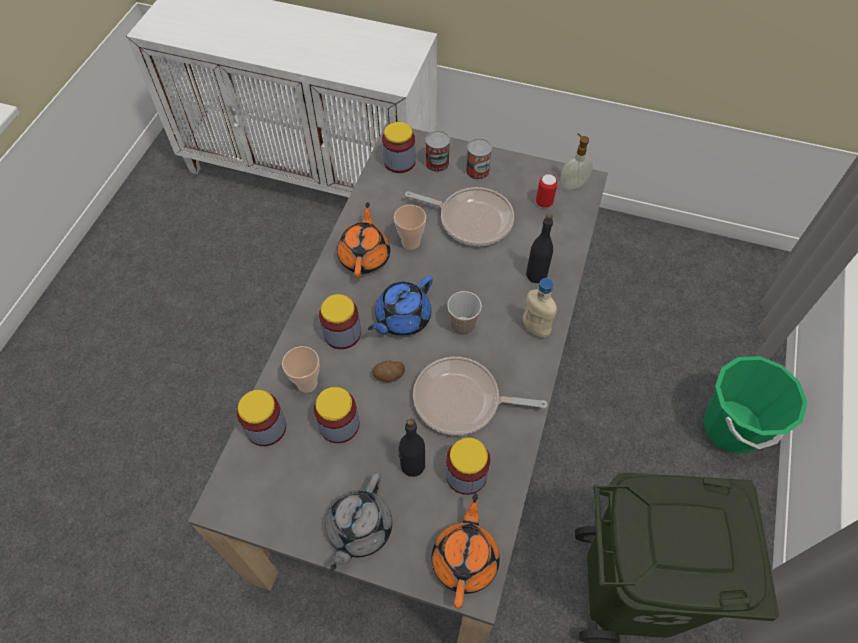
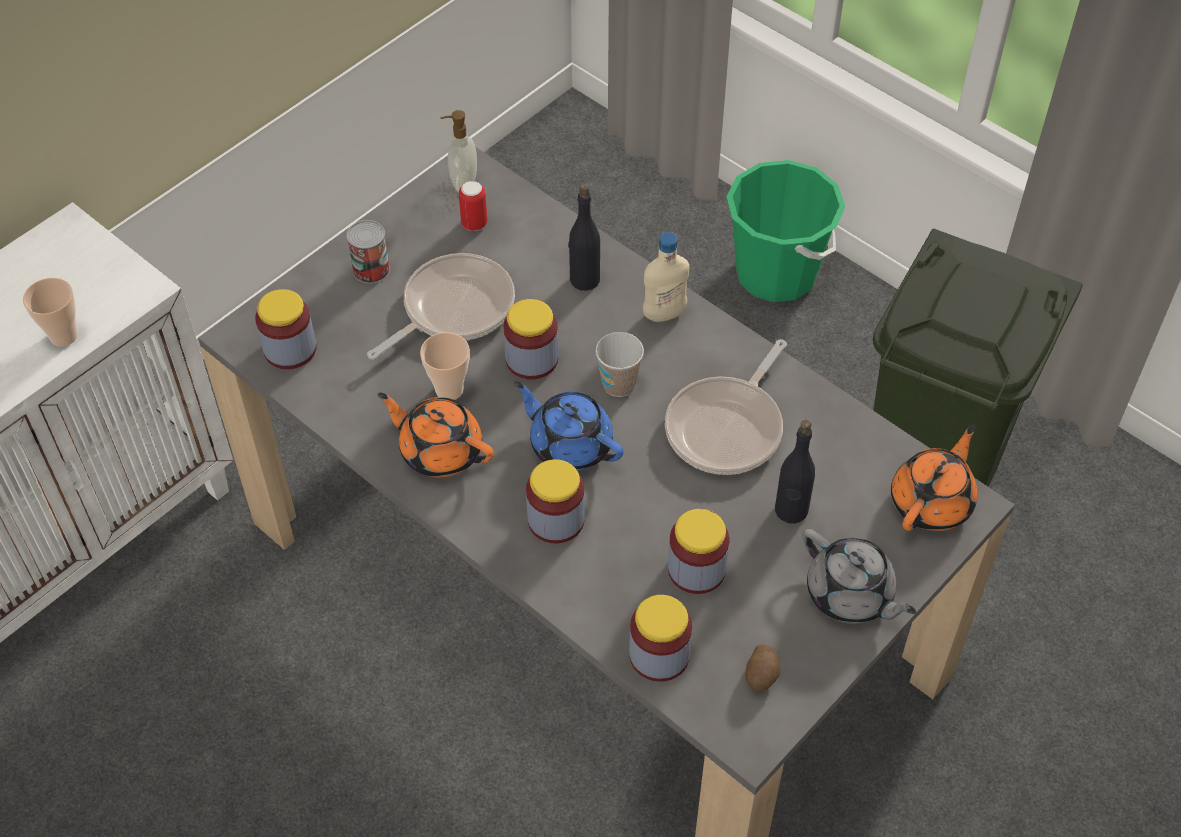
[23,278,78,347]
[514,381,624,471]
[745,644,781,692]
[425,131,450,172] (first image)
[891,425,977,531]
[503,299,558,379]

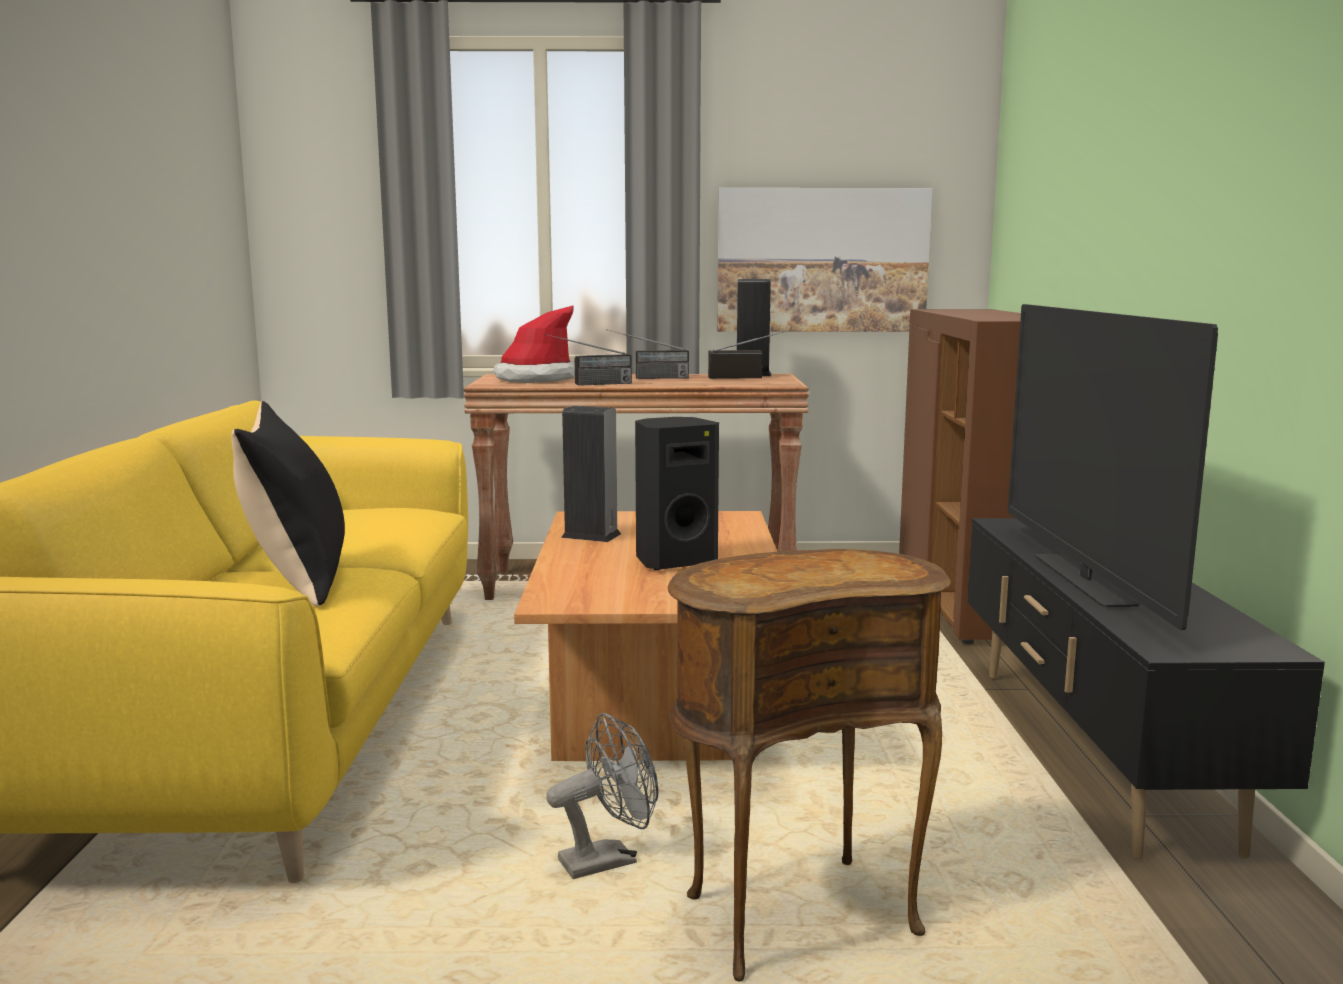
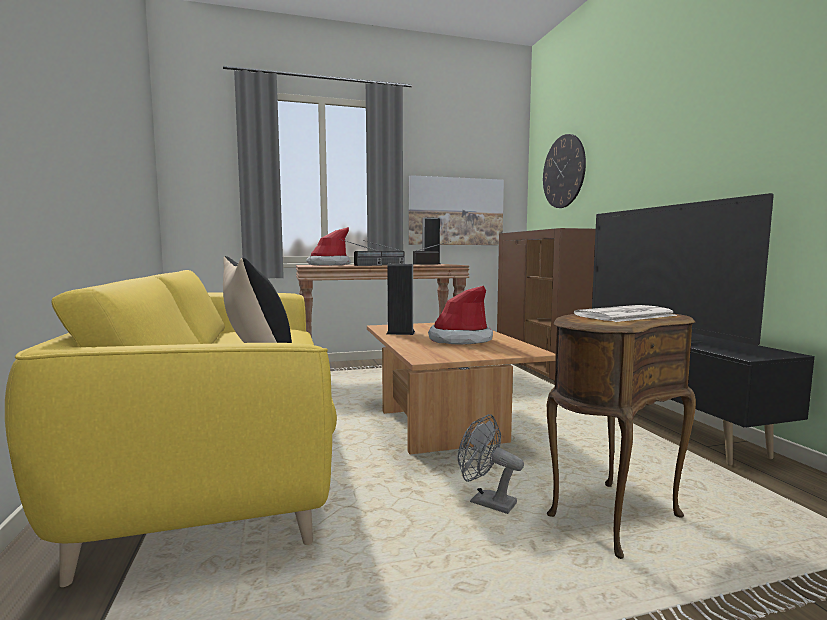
[458,414,524,514]
[428,286,493,344]
[543,134,586,208]
[574,305,677,322]

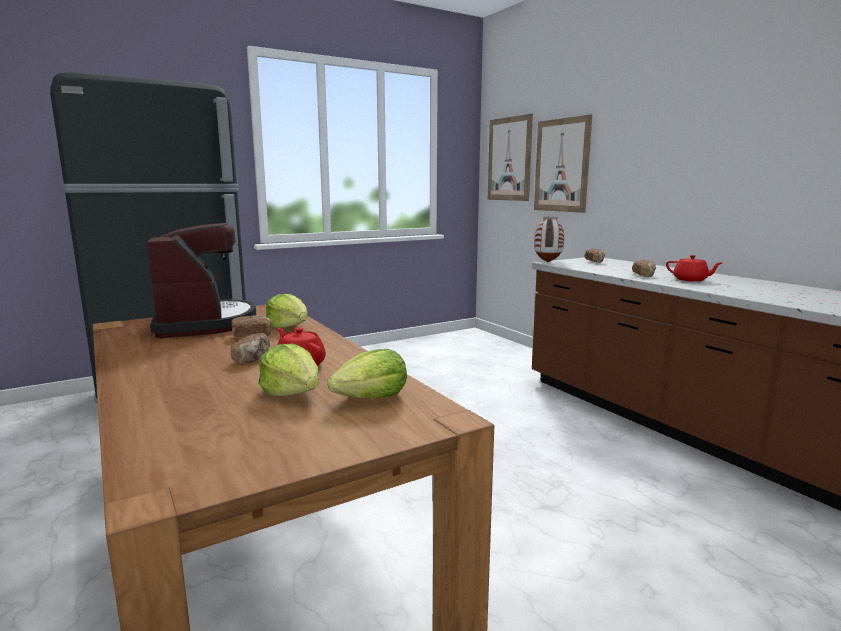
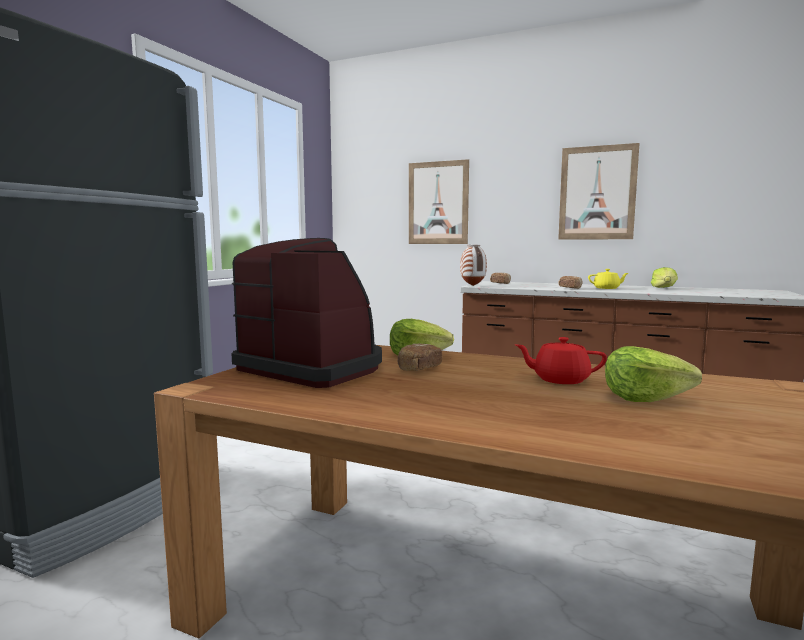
[231,333,270,364] (first image)
[651,267,678,288]
[558,143,639,239]
[588,269,628,289]

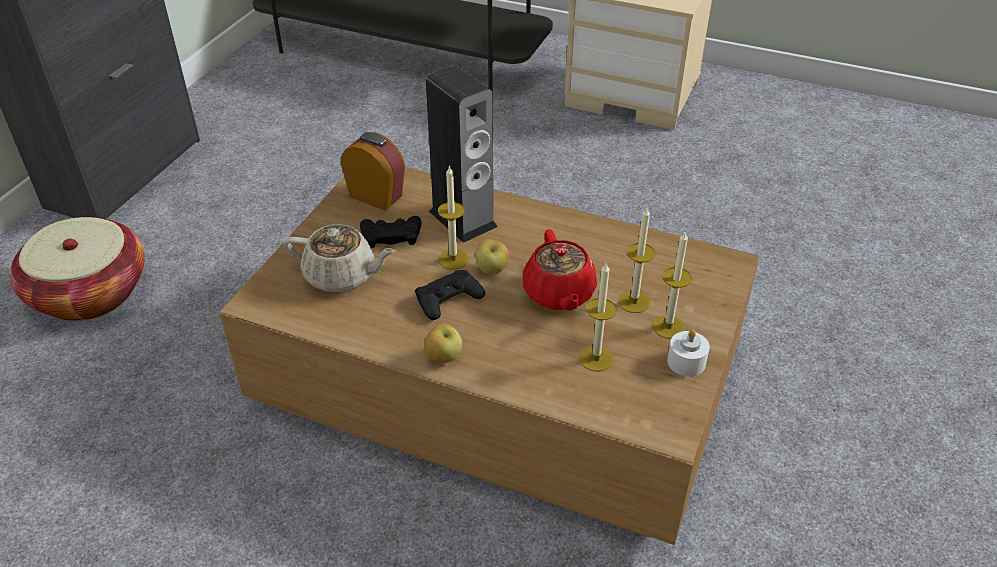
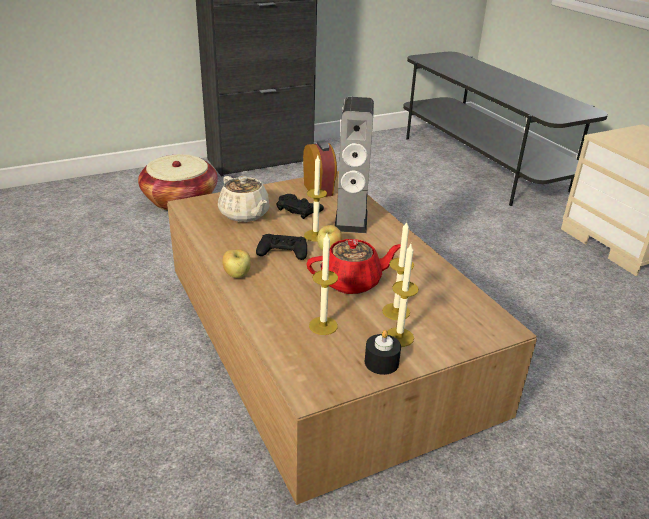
[307,239,401,294]
[365,330,401,375]

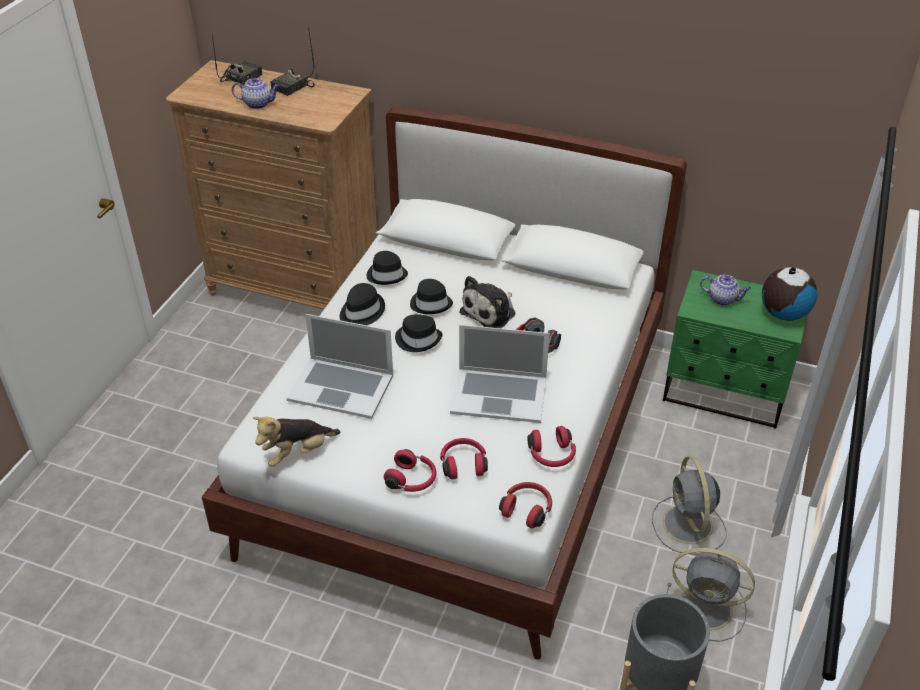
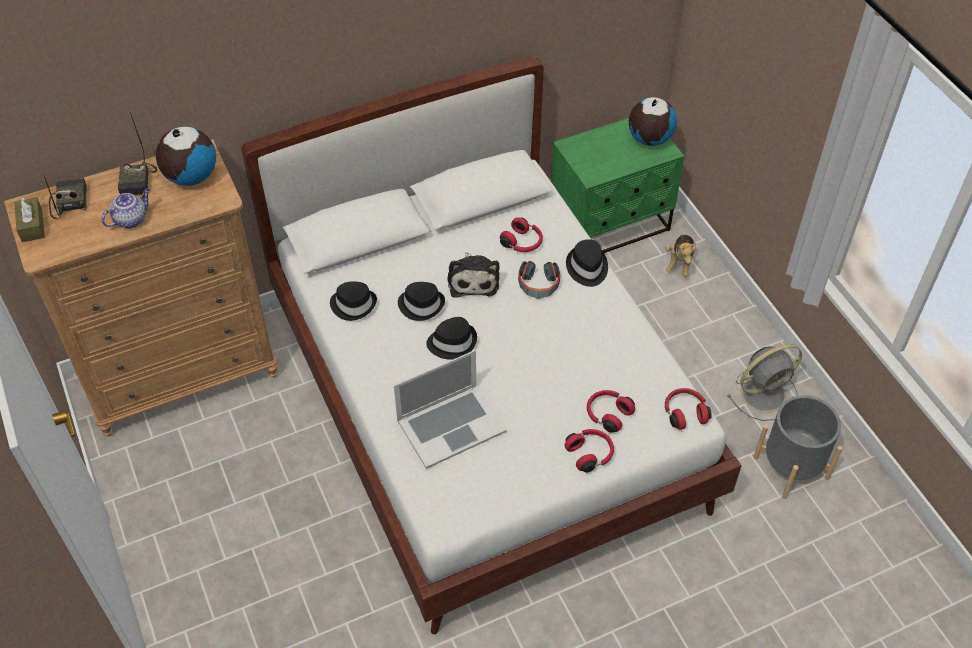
[665,235,696,277]
[566,239,608,287]
[450,325,550,423] (first image)
[500,217,543,252]
[652,456,727,555] (first image)
[700,275,751,306] (first image)
[14,197,45,242]
[156,126,216,186]

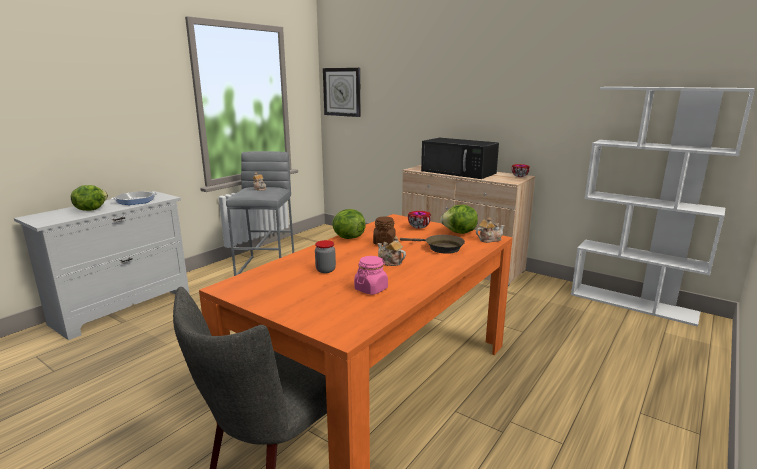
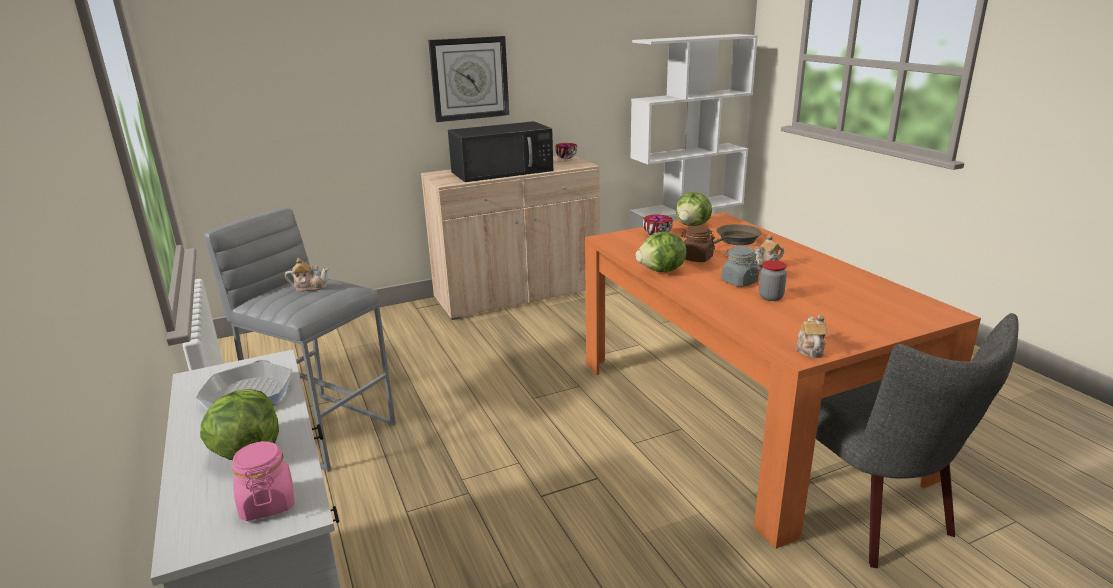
[428,36,509,122]
[232,441,295,521]
[795,314,827,358]
[721,246,759,287]

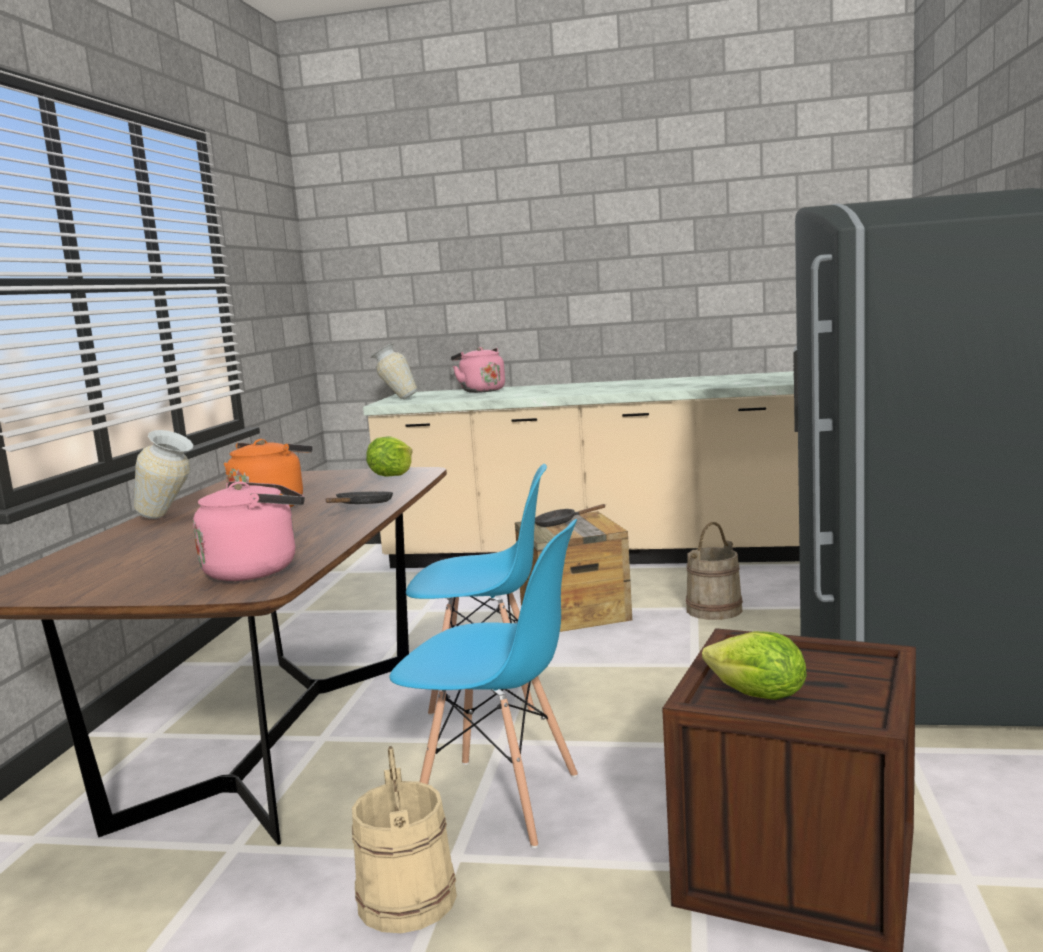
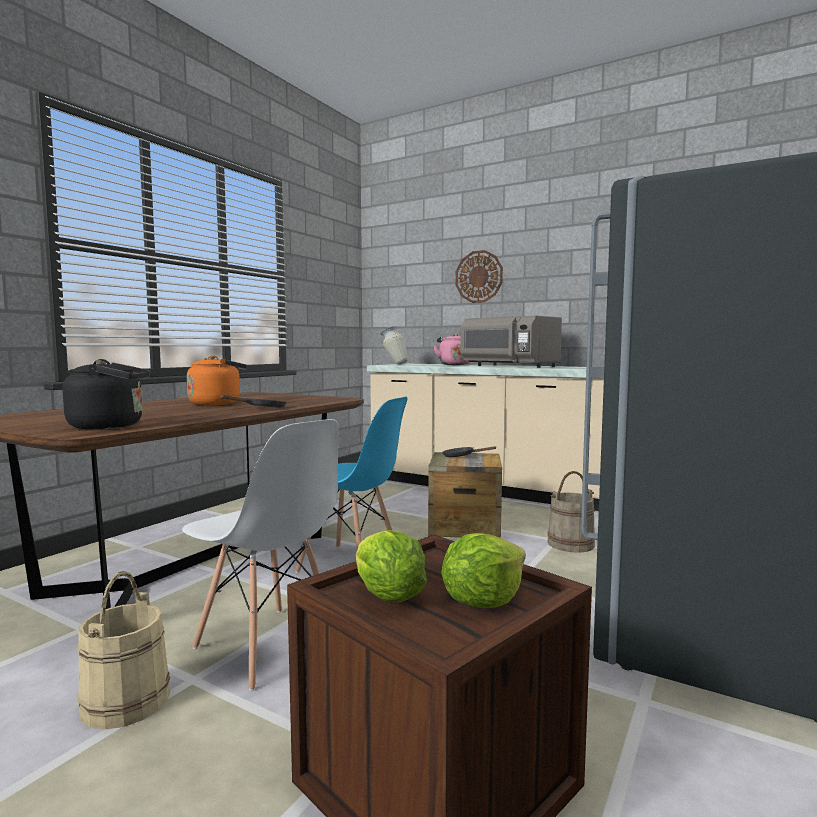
[134,430,193,519] (first image)
[62,359,151,429]
[441,533,525,608]
[182,419,339,691]
[455,250,503,303]
[460,316,562,368]

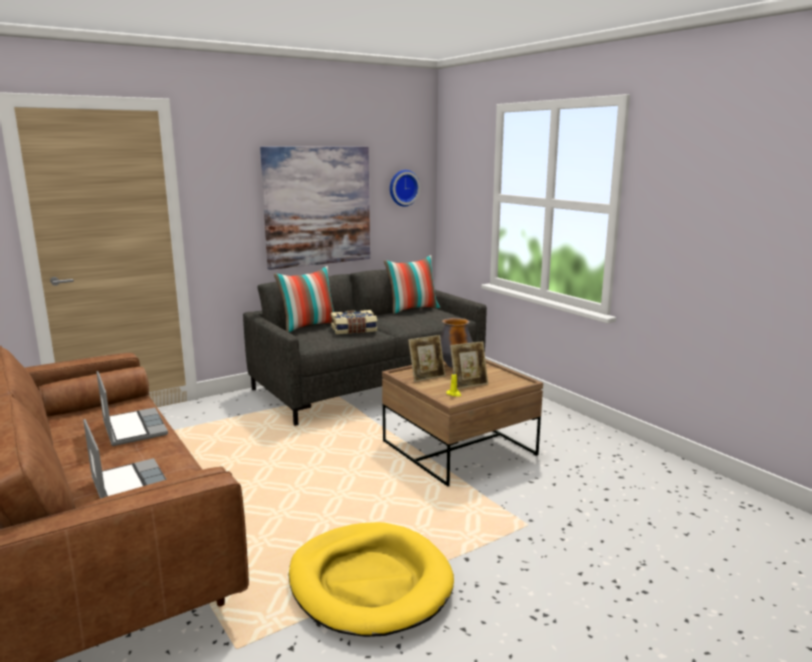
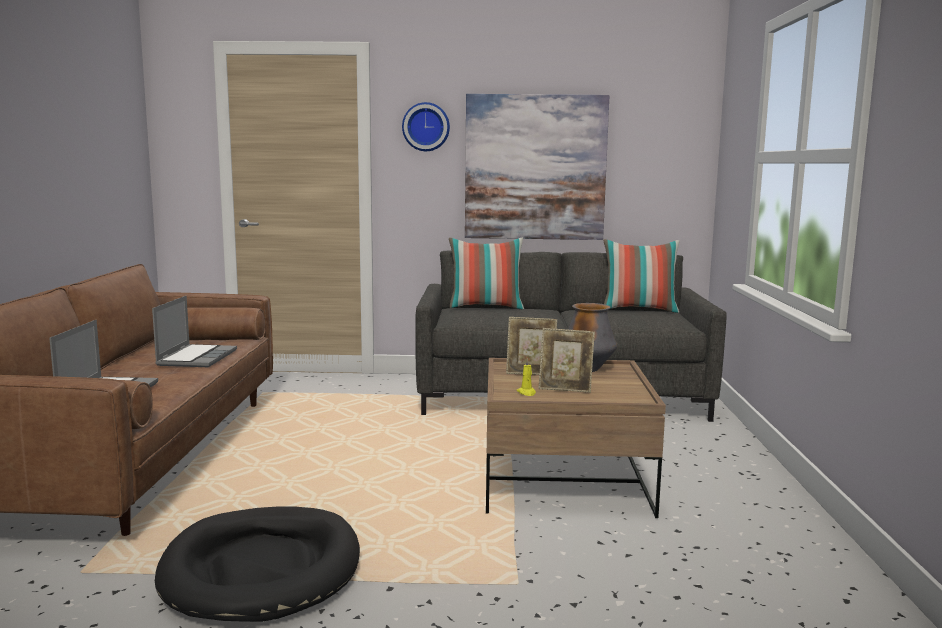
[155,507,360,622]
[331,310,377,334] (first image)
[402,102,450,151]

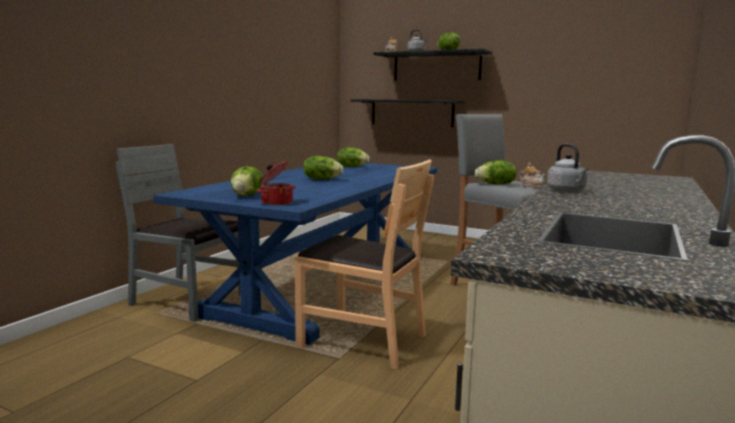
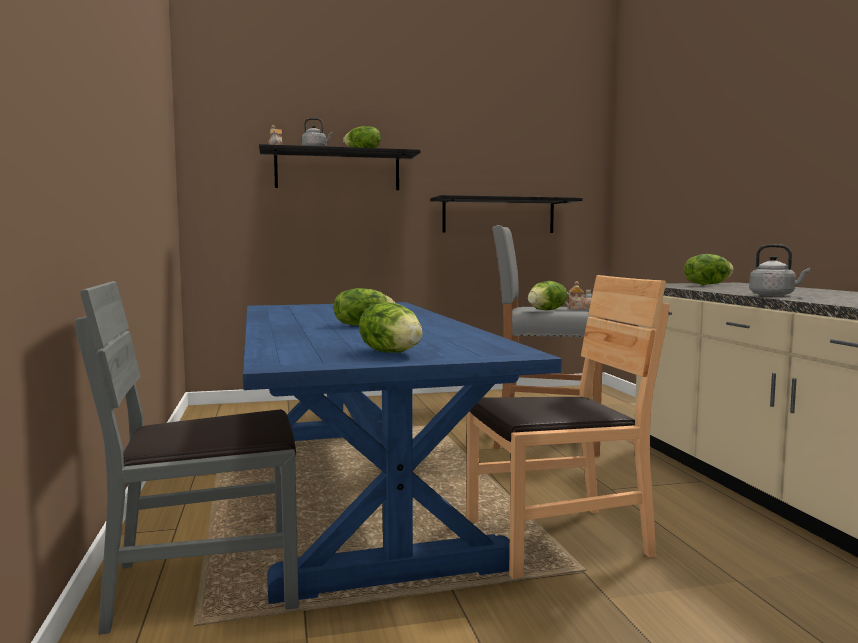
[257,161,296,205] (first image)
[684,254,734,285]
[430,195,583,233]

